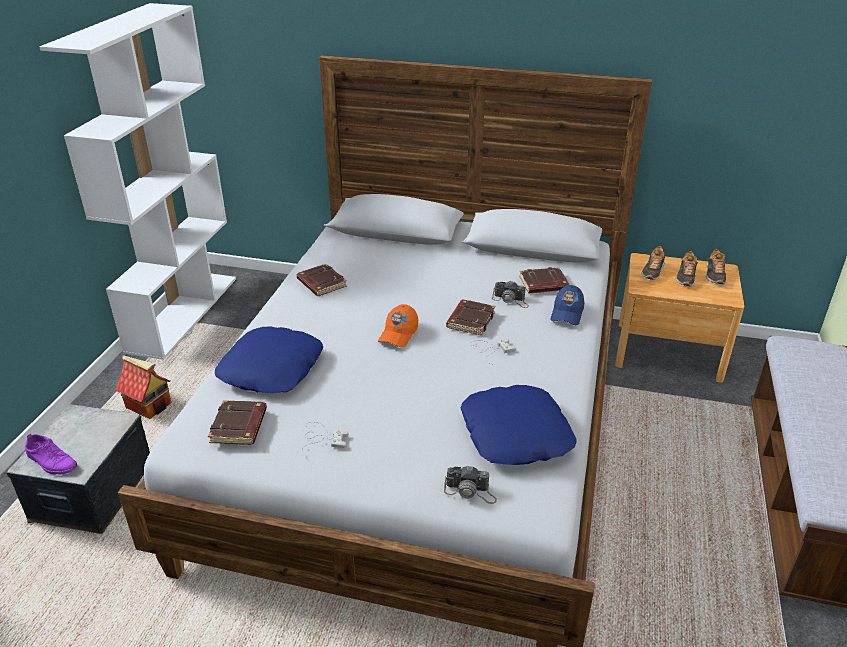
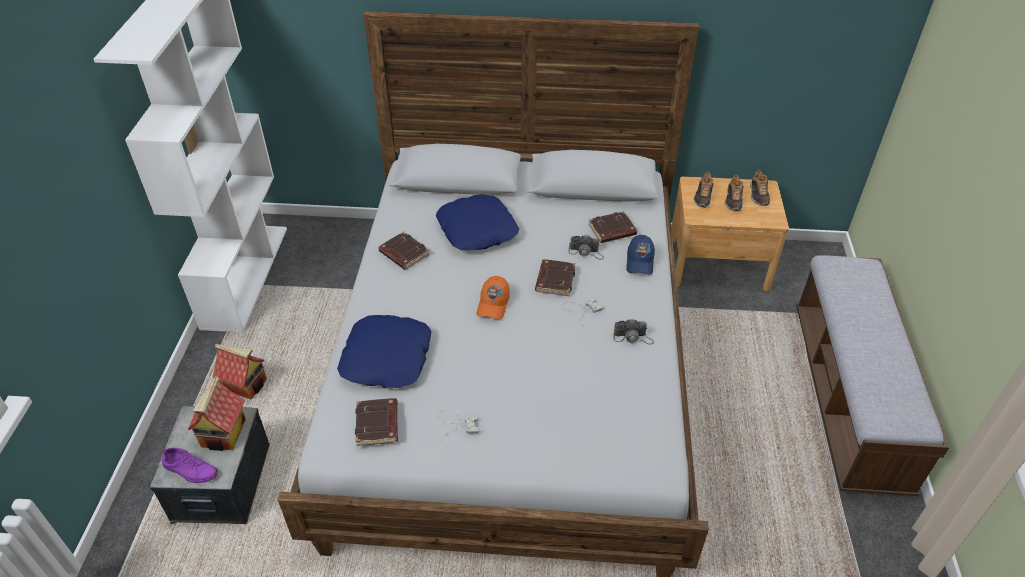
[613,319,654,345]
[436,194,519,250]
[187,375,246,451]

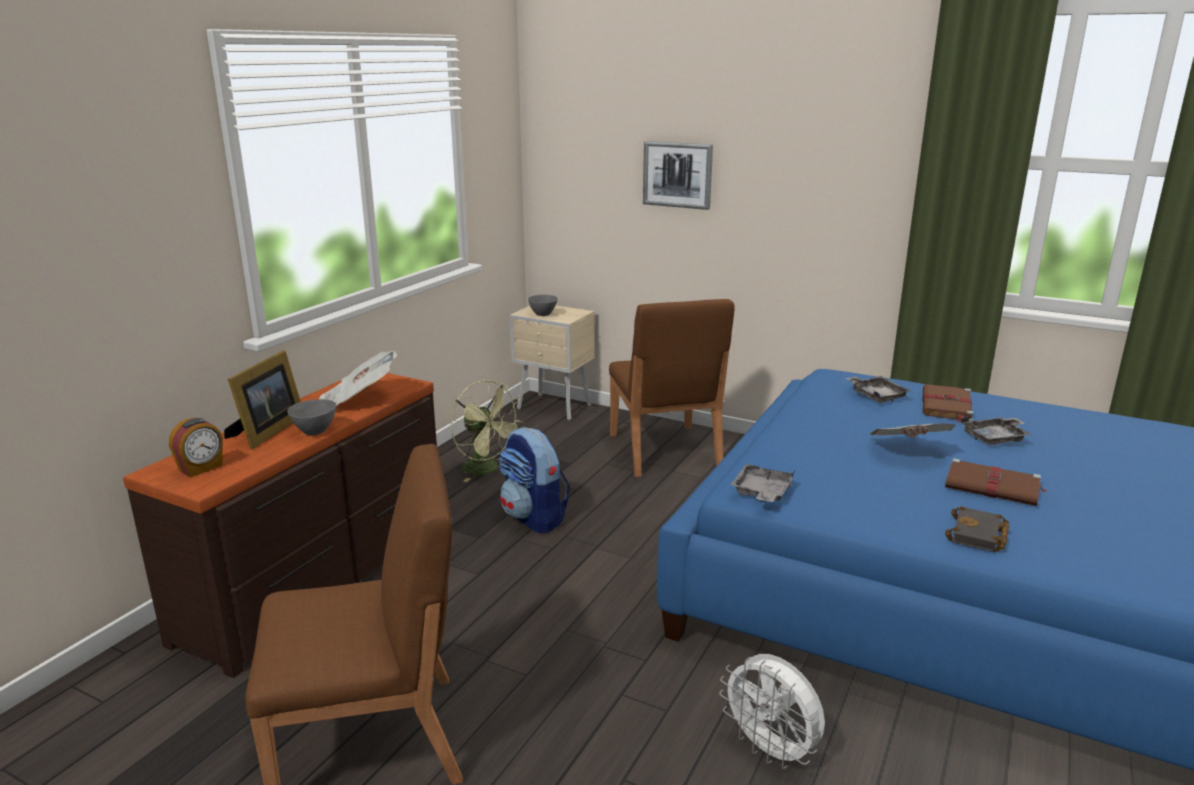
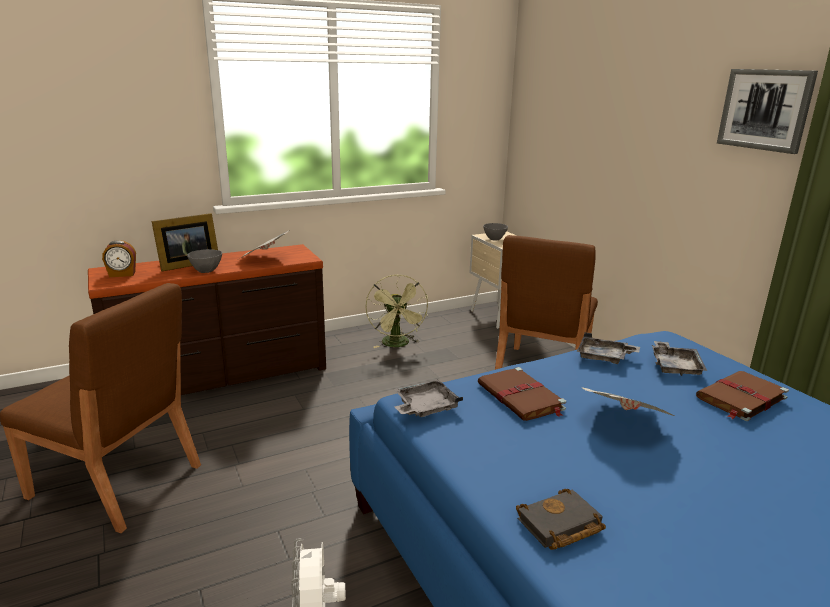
[499,427,570,533] (first image)
[717,69,818,154]
[478,367,566,421]
[577,332,640,364]

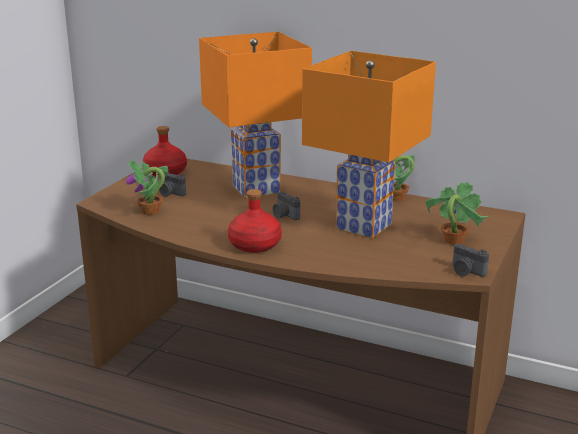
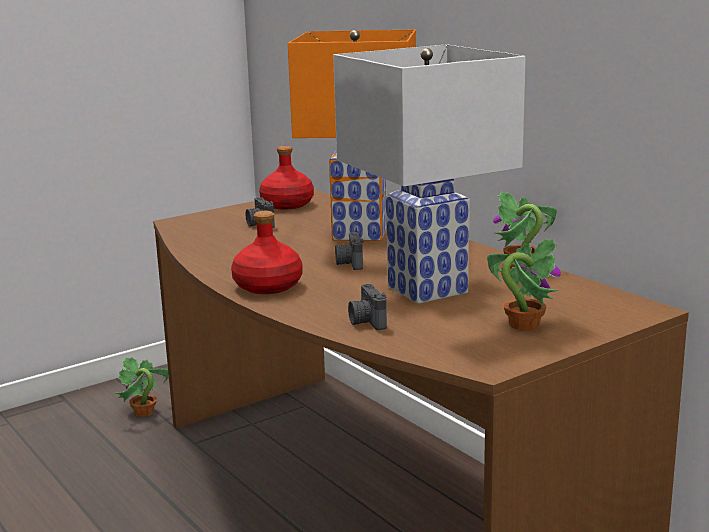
[114,357,168,417]
[333,44,526,304]
[348,284,387,330]

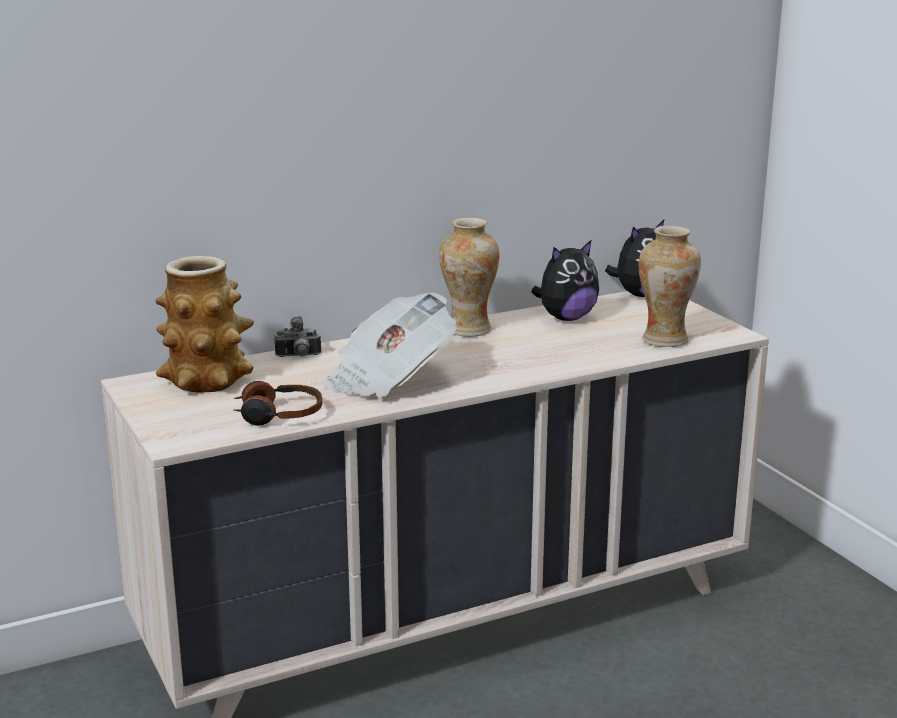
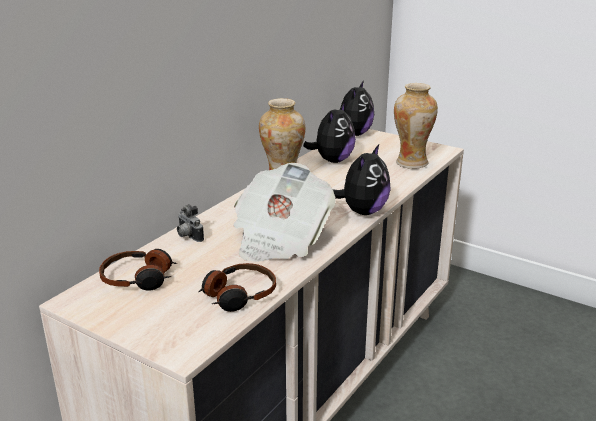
[99,249,177,290]
[177,204,204,242]
[333,144,391,215]

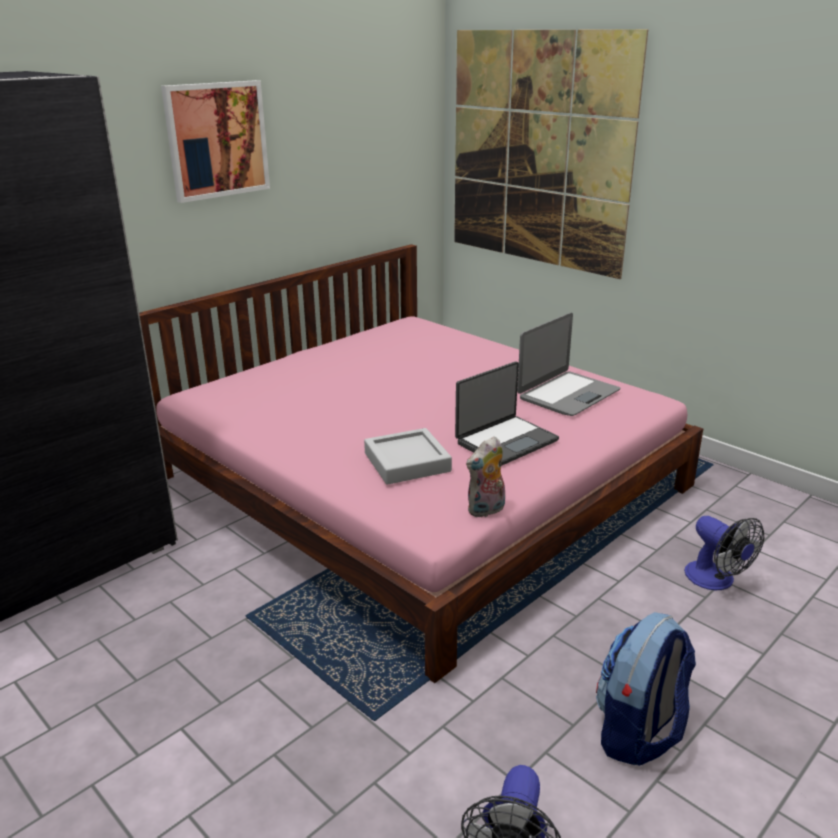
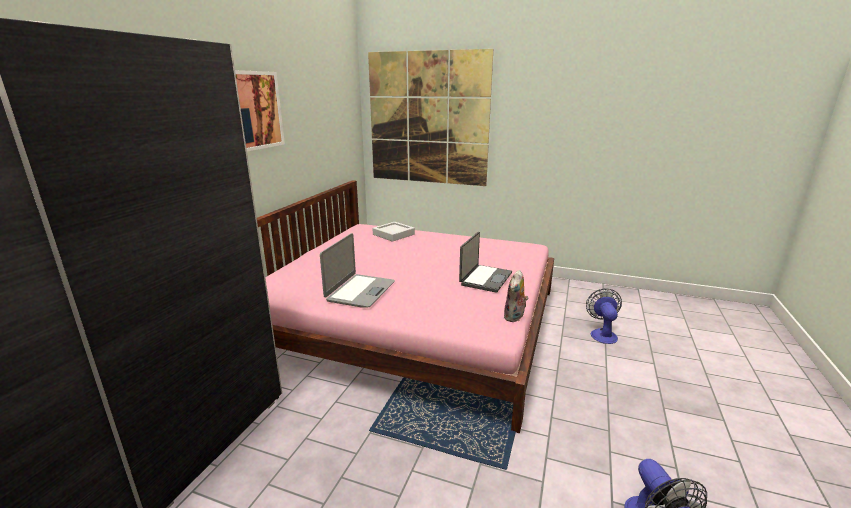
[372,222,415,242]
[320,233,395,308]
[596,612,696,766] (first image)
[586,288,622,344]

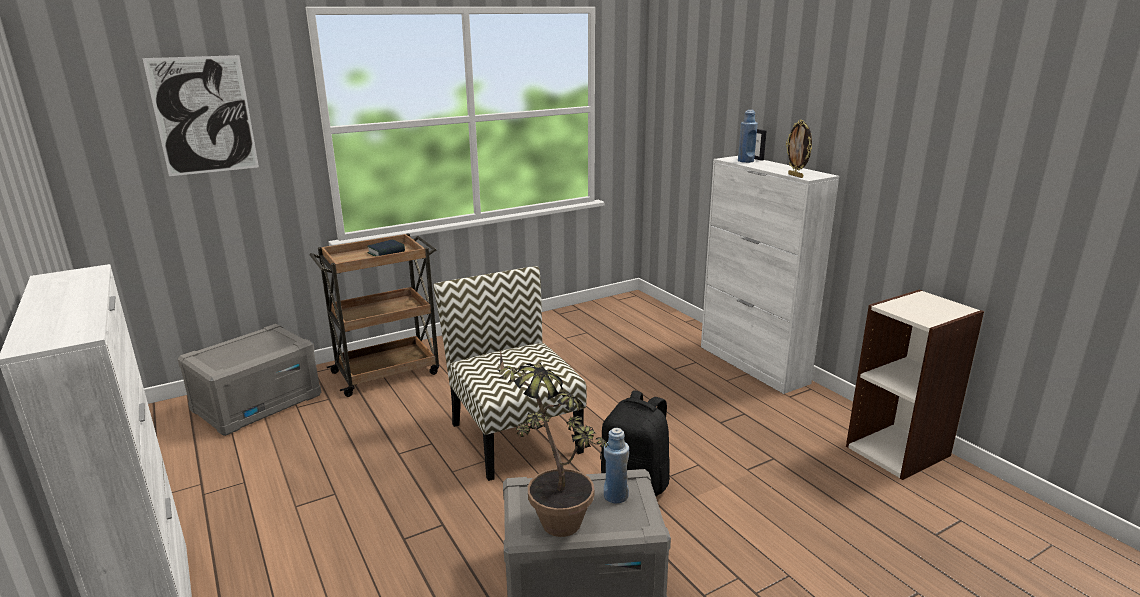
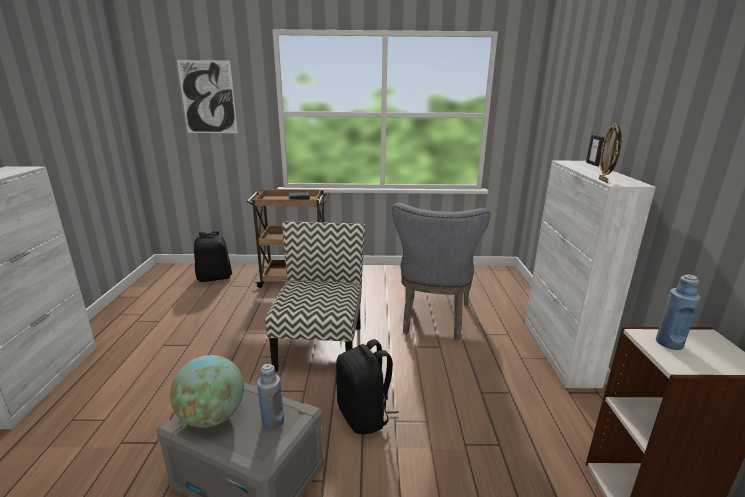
[194,231,232,282]
[170,355,244,428]
[656,274,701,350]
[392,203,490,340]

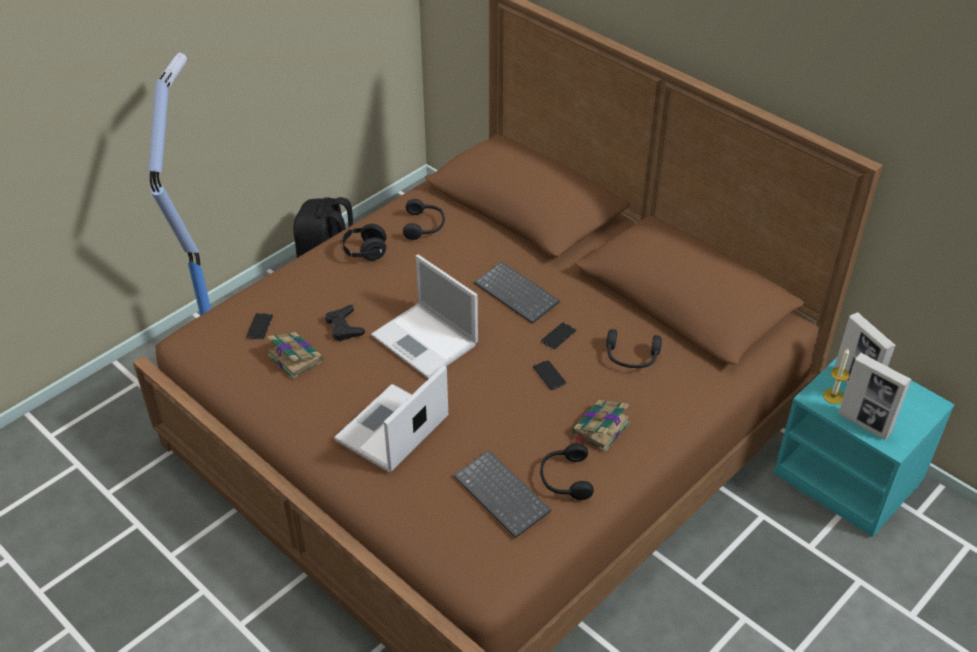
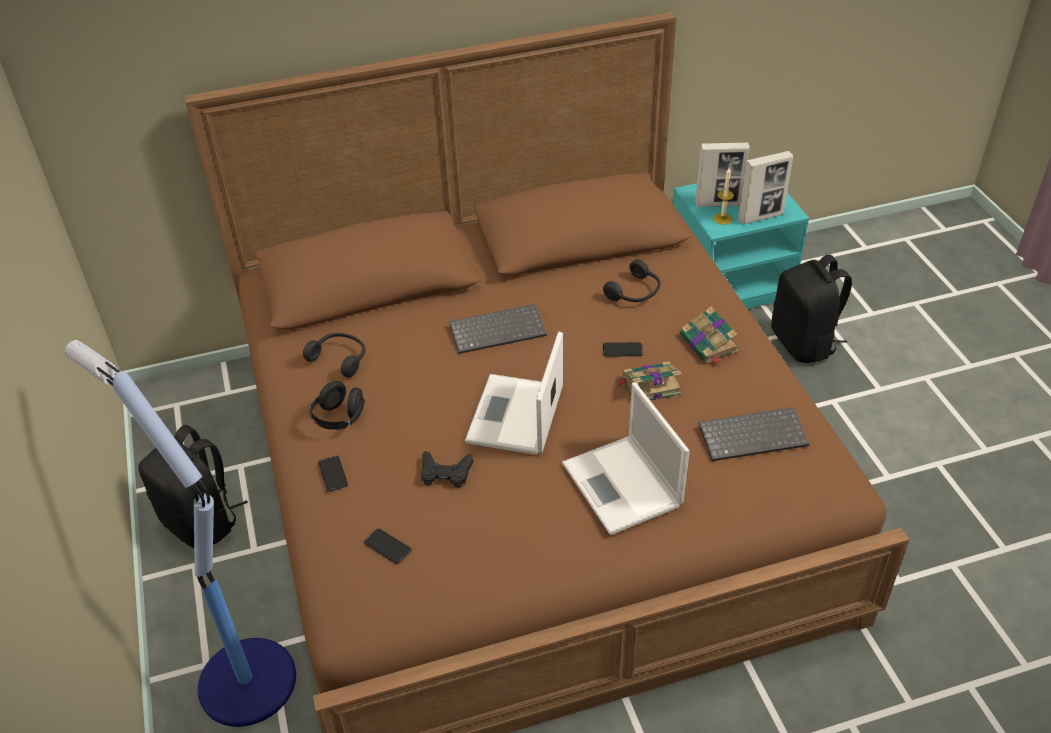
[616,362,682,400]
[465,332,563,455]
[540,443,594,500] (first image)
[318,456,348,492]
[771,255,852,363]

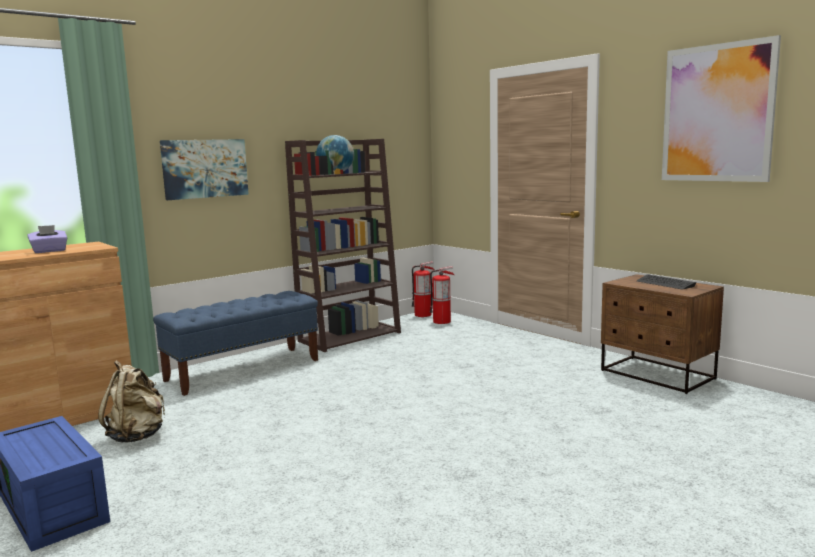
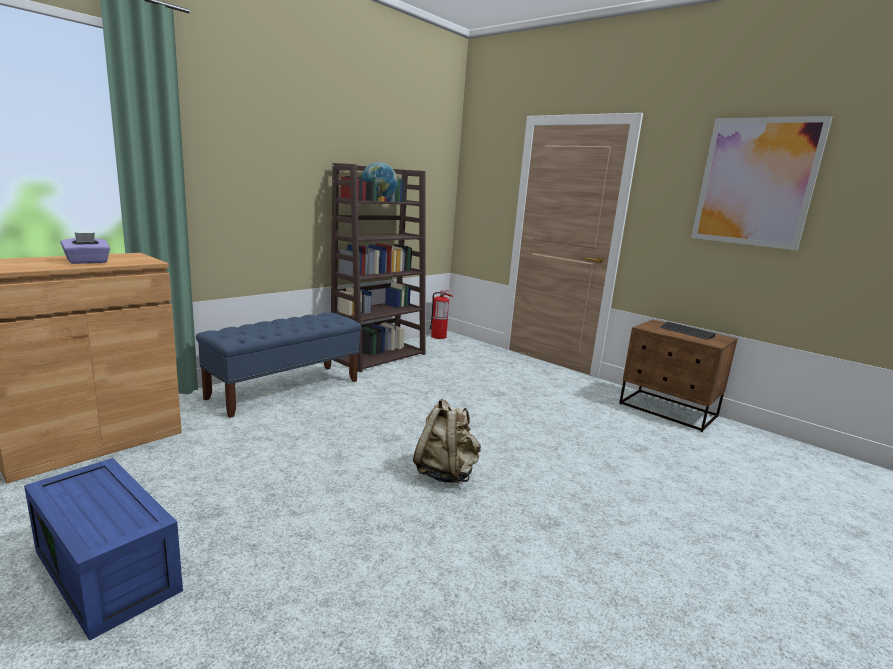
[413,399,481,483]
[160,139,249,200] (first image)
[430,266,454,324] (first image)

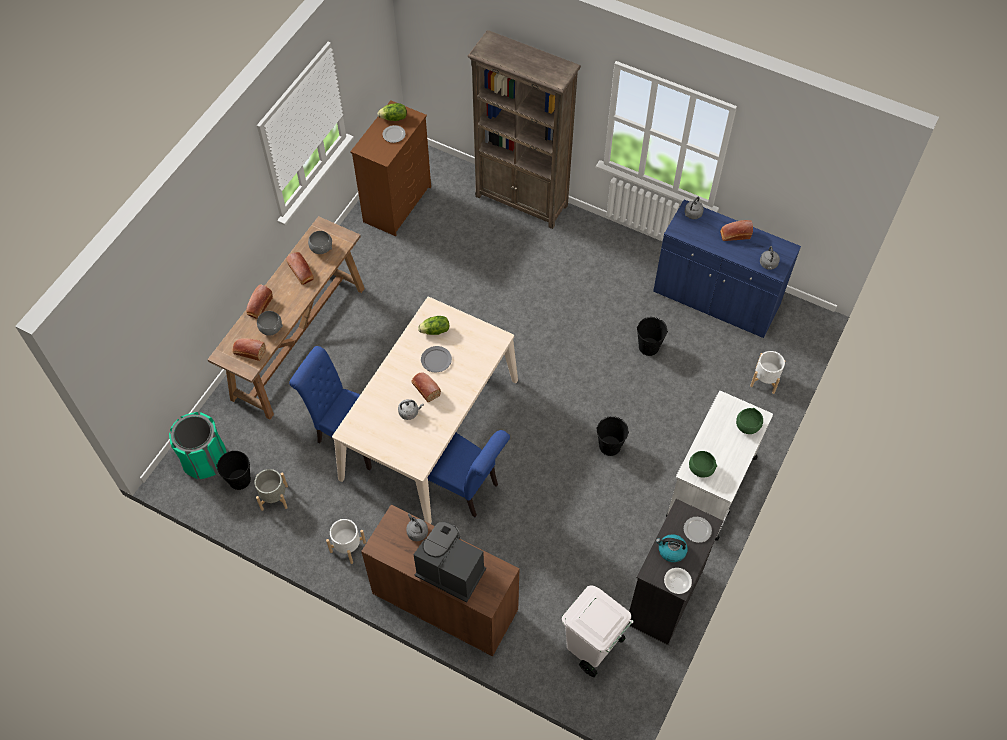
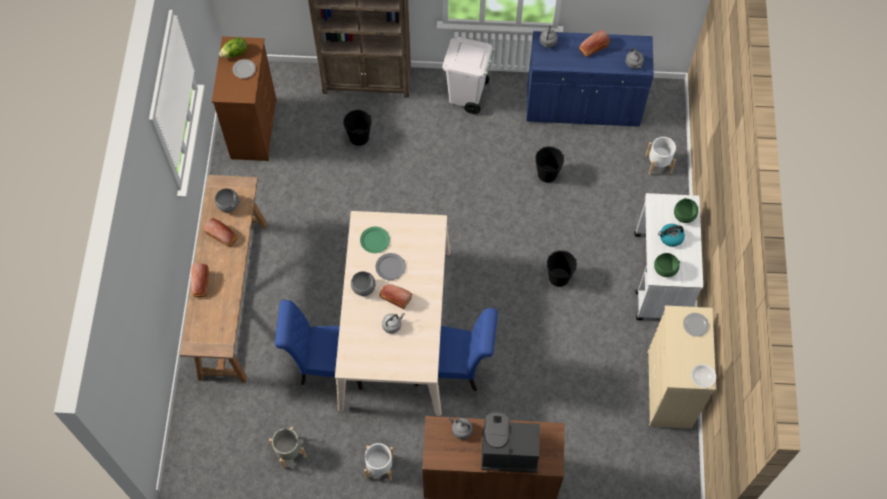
[169,412,227,479] (first image)
[343,110,372,146]
[232,338,266,361] (first image)
[351,271,376,296]
[360,227,390,253]
[442,37,495,114]
[648,306,716,429]
[658,224,685,247]

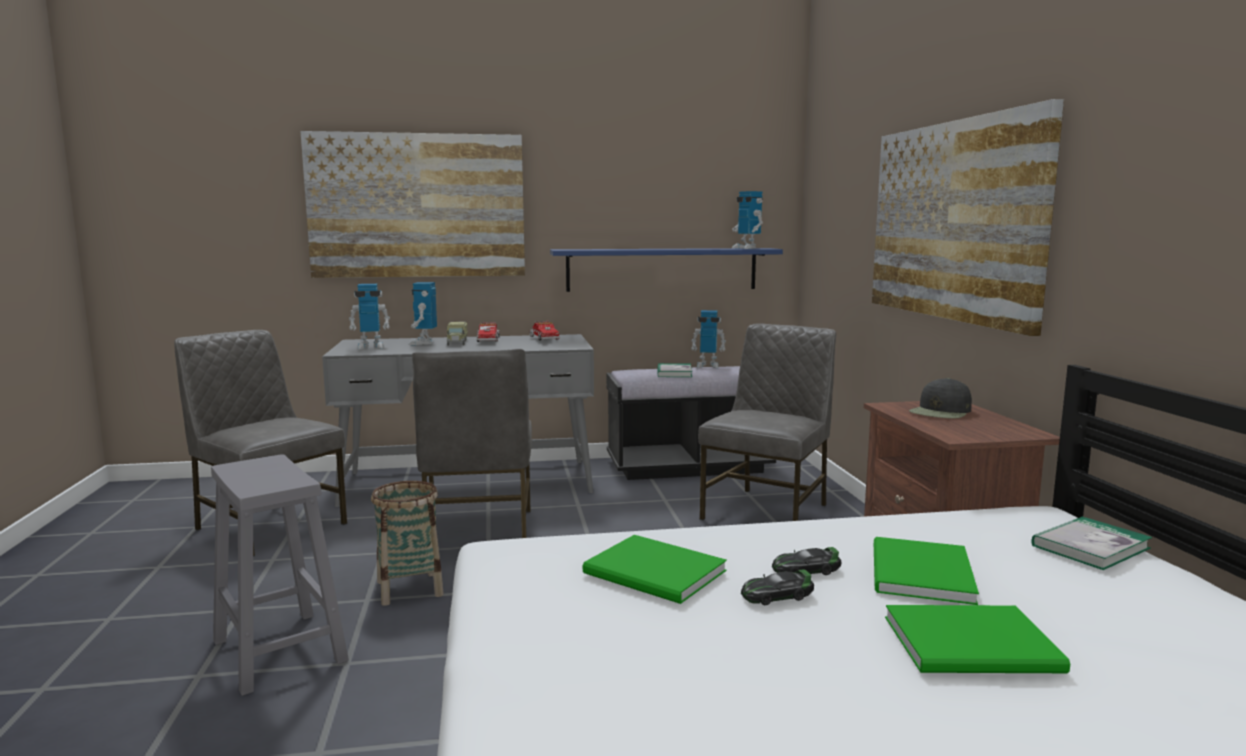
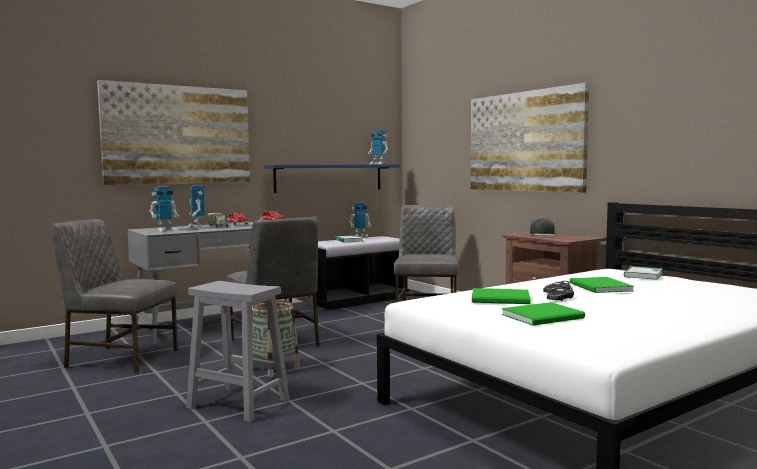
[502,302,585,326]

